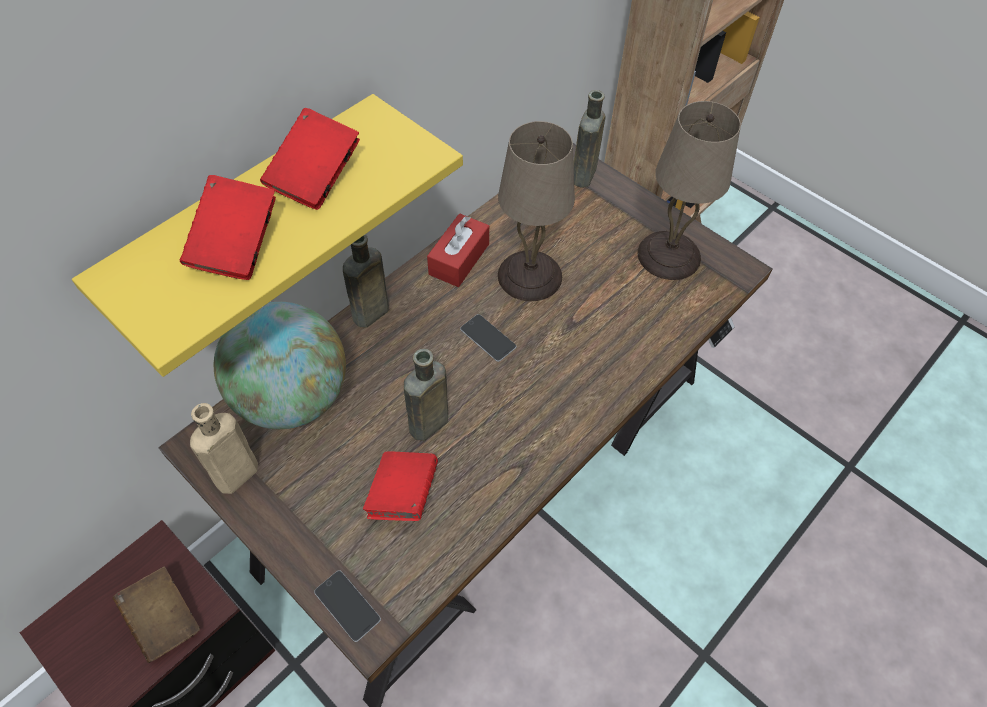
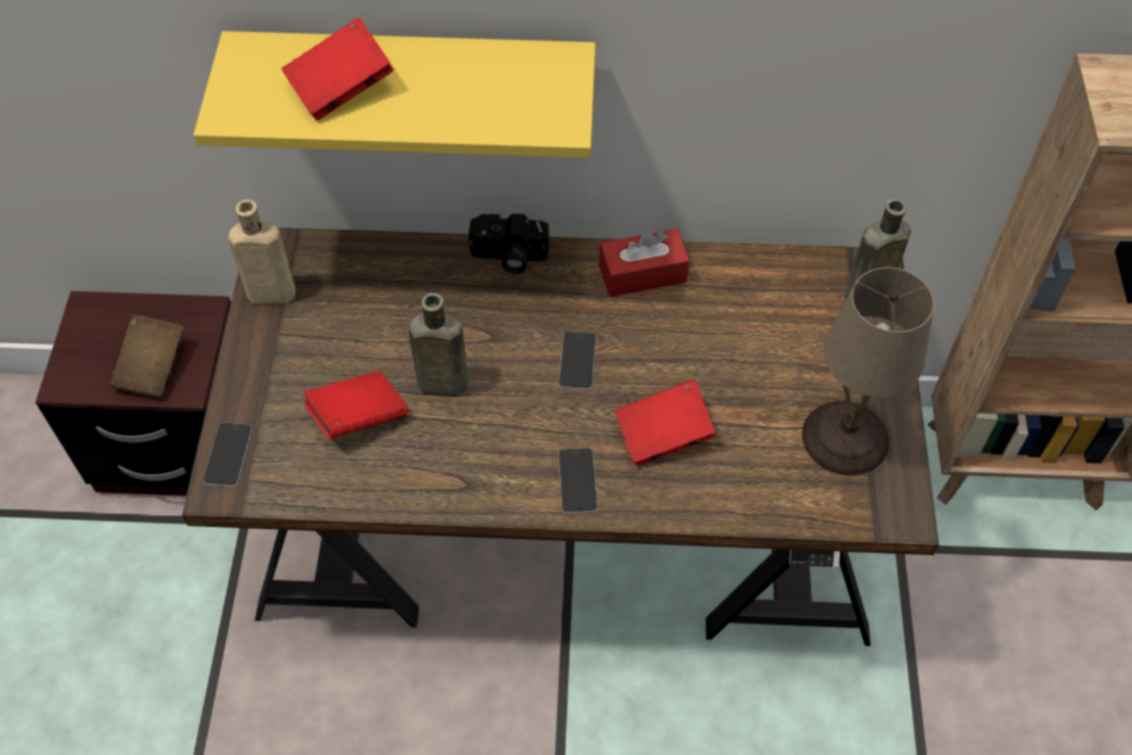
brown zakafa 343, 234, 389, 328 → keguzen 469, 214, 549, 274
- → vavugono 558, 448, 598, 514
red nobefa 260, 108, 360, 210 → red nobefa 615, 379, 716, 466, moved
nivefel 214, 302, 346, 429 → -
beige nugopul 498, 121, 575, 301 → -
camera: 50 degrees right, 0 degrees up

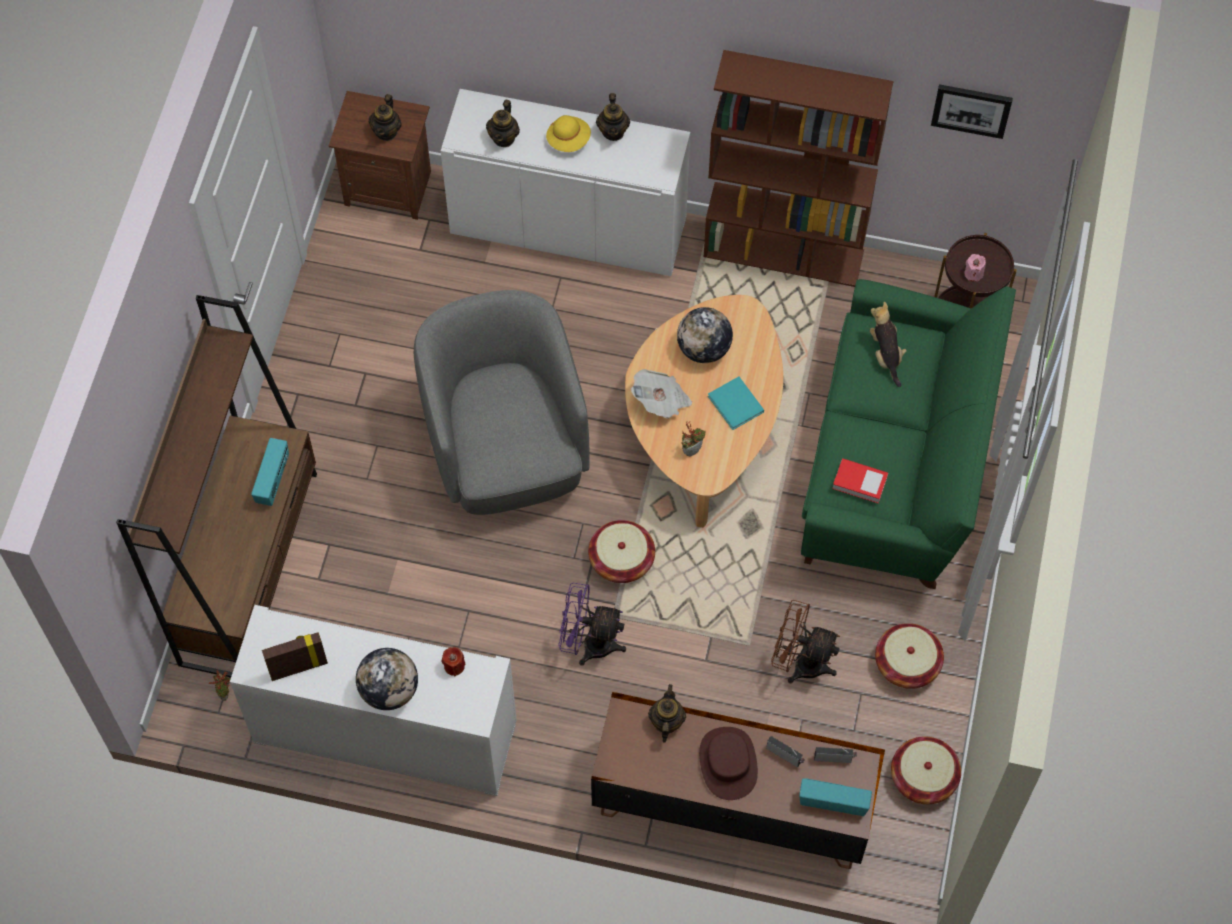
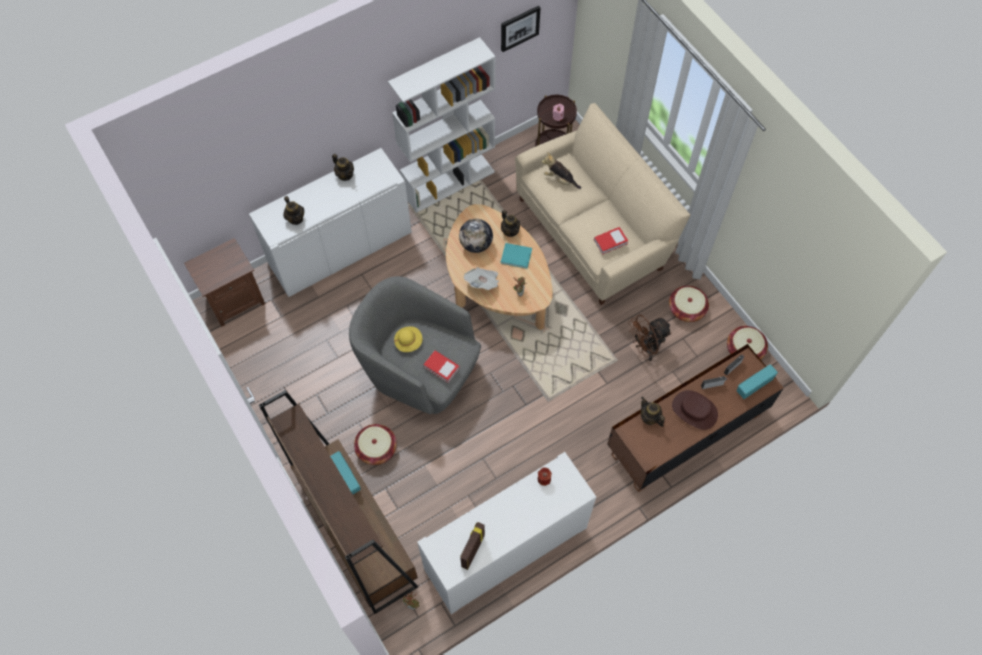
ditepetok 588, 520, 655, 583 → ditepetok 354, 424, 397, 465, moved
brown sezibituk 703, 50, 893, 287 → white sezibituk 388, 37, 496, 213
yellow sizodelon 546, 115, 591, 152 → yellow sizodelon 394, 326, 422, 352, moved
- → nobefa 423, 351, 460, 383
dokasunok 369, 94, 402, 141 → dokasunok 501, 210, 520, 237, moved
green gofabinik 801, 279, 1016, 589 → beige gofabinik 515, 103, 690, 305
nivefel 356, 648, 418, 710 → -
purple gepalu 558, 582, 626, 666 → -
camera: 45 degrees left, 0 degrees up

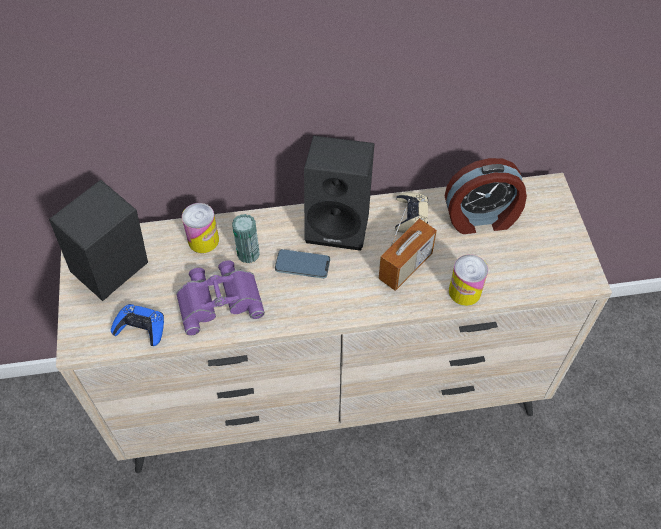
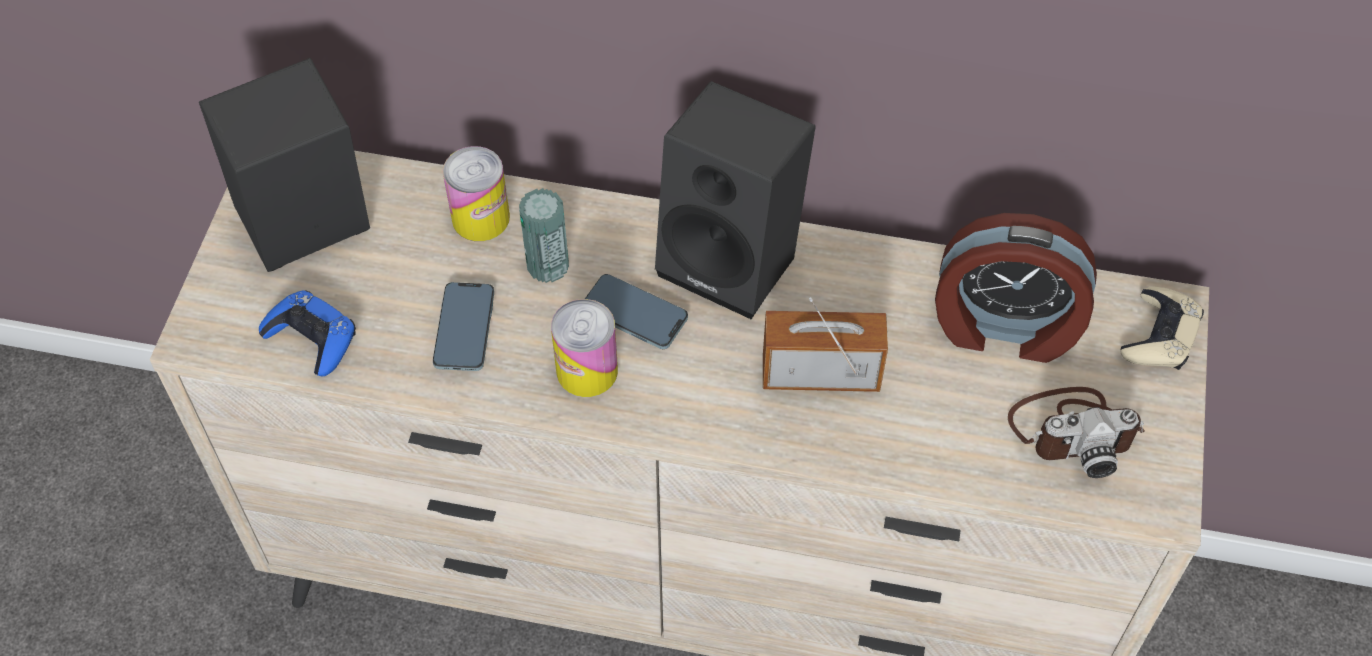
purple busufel 176, 260, 265, 335 → vavugono 433, 282, 494, 371
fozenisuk 449, 254, 488, 306 → fozenisuk 551, 299, 618, 397, moved
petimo 379, 199, 437, 291 → petimo 763, 297, 888, 392, 150 degrees counterclockwise
- → keguzen 1008, 387, 1145, 478
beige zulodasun 395, 192, 428, 233 → beige zulodasun 1120, 287, 1204, 370, moved
camera: 20 degrees right, 0 degrees up

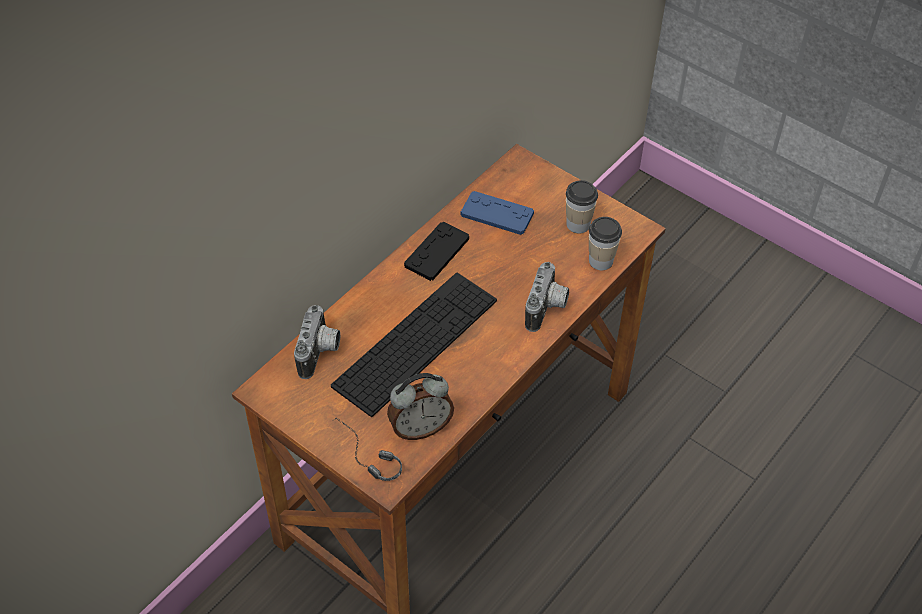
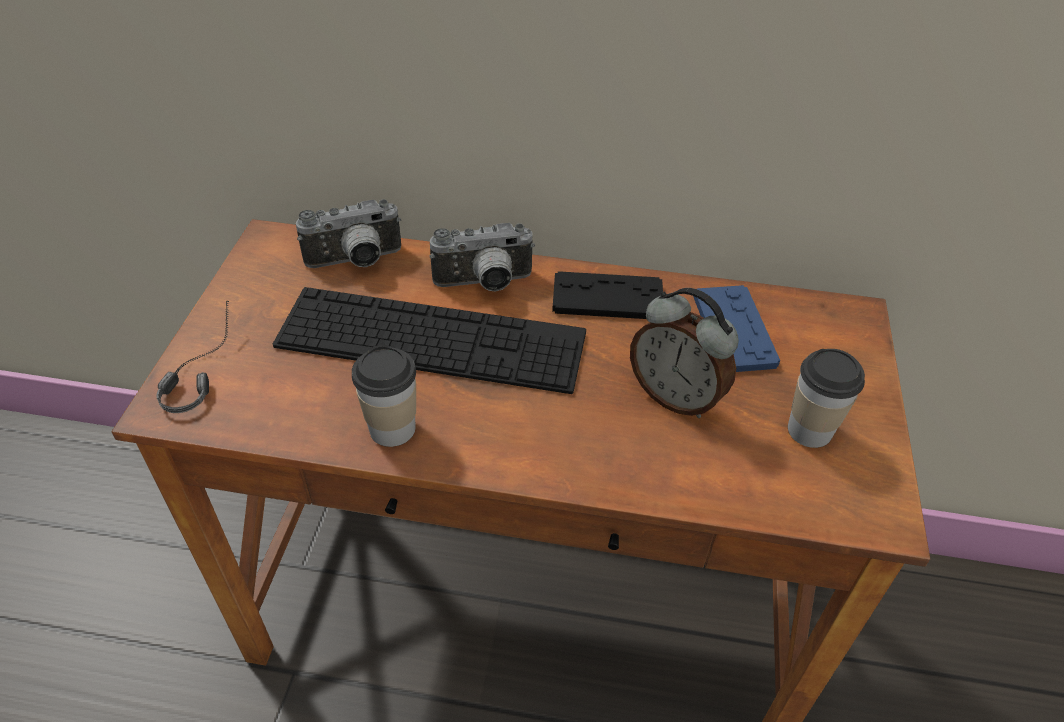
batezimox 589, 217, 622, 270 → batezimox 352, 345, 416, 447, moved
keguzen 525, 262, 569, 332 → keguzen 430, 223, 535, 292, moved
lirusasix 387, 373, 454, 440 → lirusasix 630, 288, 739, 418, moved
camera: 60 degrees right, 5 degrees down

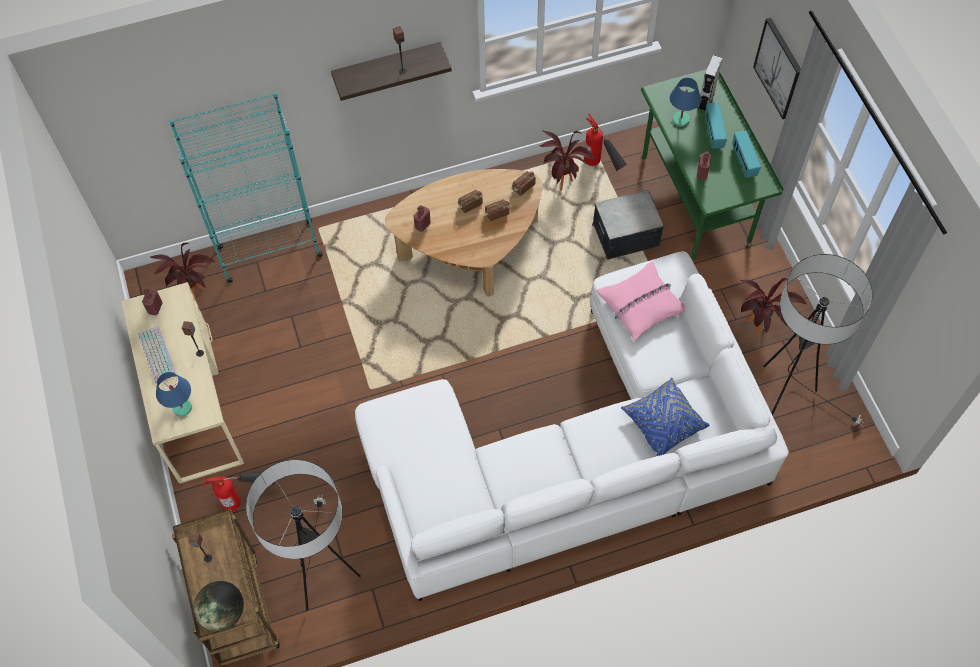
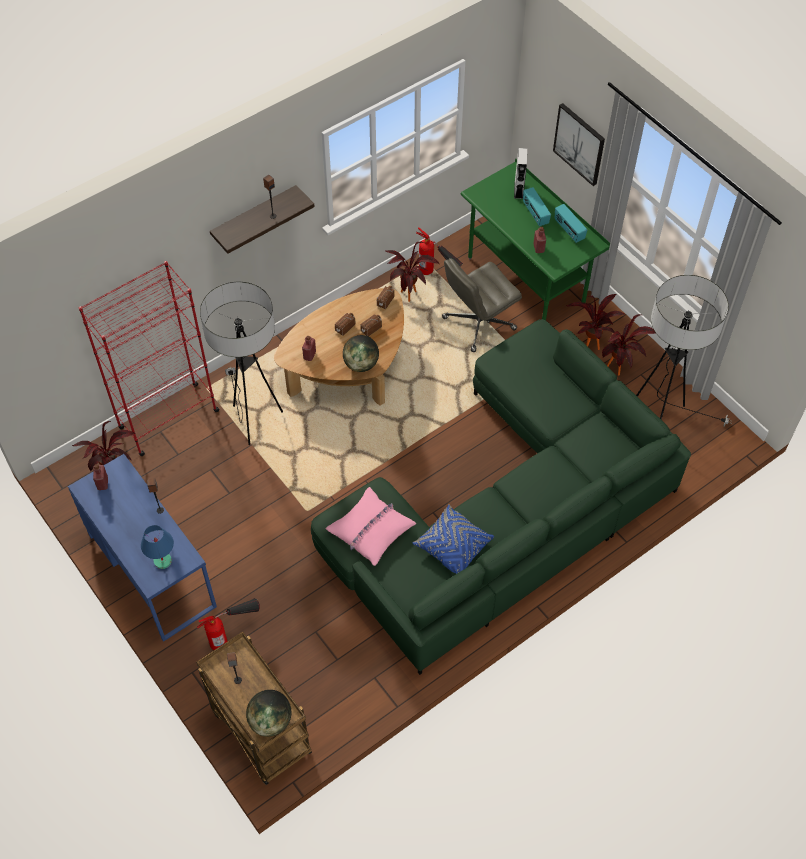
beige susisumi 121, 282, 244, 484 → blue susisumi 68, 454, 217, 642
turquoise sezibituk 169, 92, 323, 283 → red sezibituk 79, 261, 220, 456
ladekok 246, 459, 361, 610 → ladekok 200, 282, 283, 445, moved
white gofabinik 355, 251, 789, 601 → green gofabinik 311, 319, 691, 675
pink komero 596, 261, 685, 341 → pink komero 326, 487, 416, 566, moved
- → nivefel 343, 335, 379, 372
blue komero 621, 378, 709, 456 → blue komero 413, 504, 494, 574, moved
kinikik 592, 190, 664, 260 → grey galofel 442, 258, 522, 352
- → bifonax 565, 294, 625, 350
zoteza 138, 326, 176, 383 → -
blue nugopul 670, 78, 701, 127 → -
camera: 20 degrees left, 5 degrees down

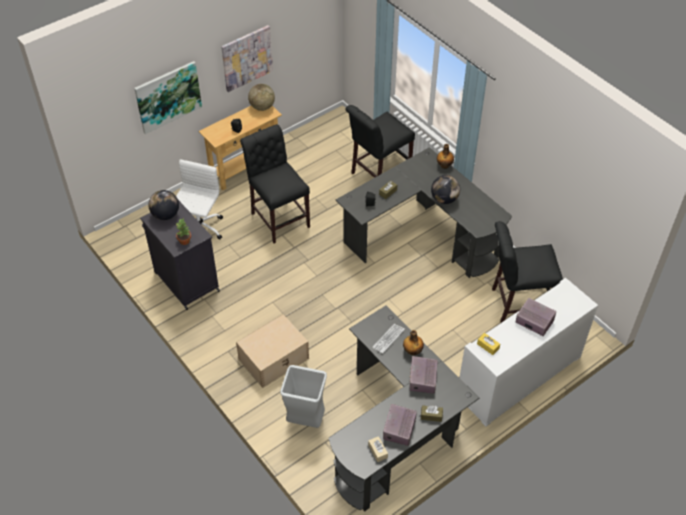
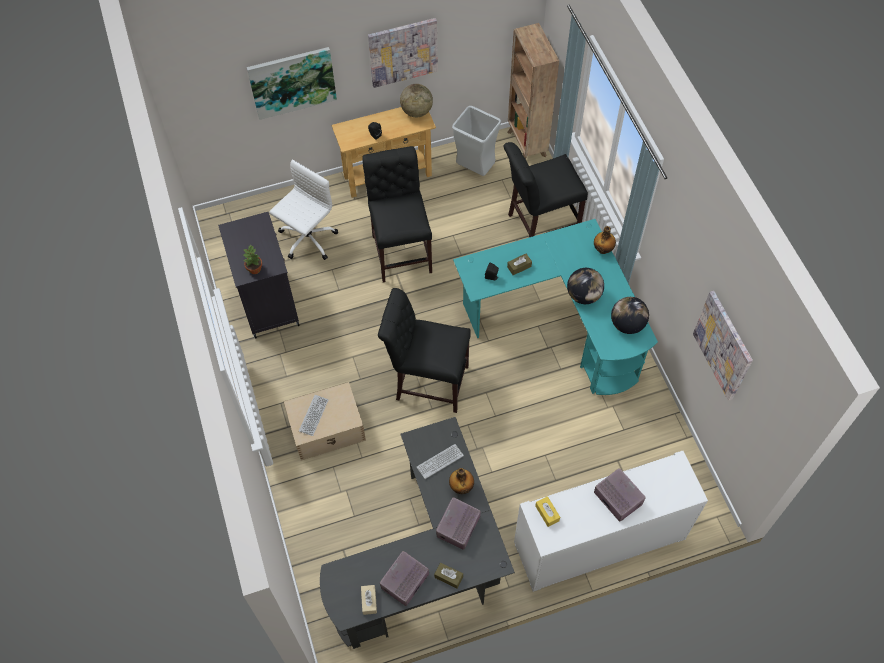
- → zoteza 299, 395, 329, 436
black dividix 492, 221, 563, 323 → black dividix 378, 288, 471, 413, moved
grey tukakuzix 280, 365, 327, 428 → grey tukakuzix 452, 106, 501, 176, moved
black susisumi 335, 147, 512, 278 → turquoise susisumi 453, 219, 658, 395
- → brown sezibituk 507, 23, 559, 159
nivefel 148, 190, 179, 220 → nivefel 611, 297, 649, 334, moved
- → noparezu 693, 291, 753, 401
camera: 20 degrees right, 10 degrees up

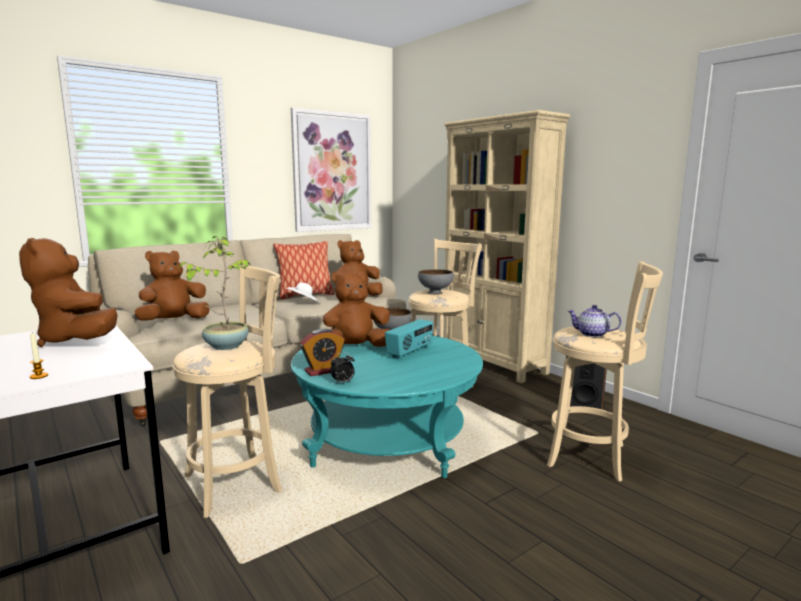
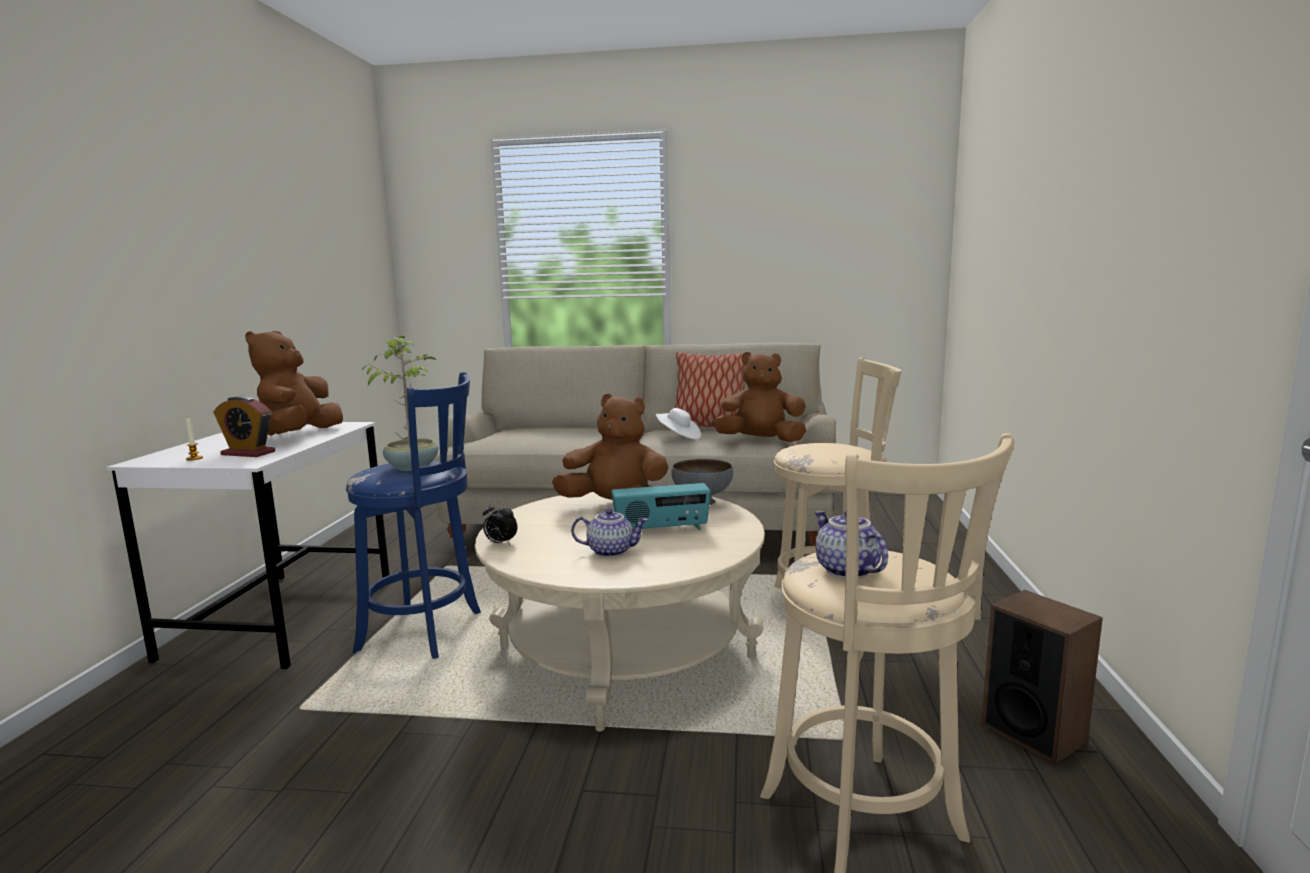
lirusasix 300, 329, 345, 376 → lirusasix 213, 395, 275, 457, moved
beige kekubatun 172, 264, 282, 518 → blue kekubatun 346, 372, 481, 659
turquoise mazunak 291, 335, 483, 478 → beige mazunak 475, 492, 765, 732
- → dokasunok 571, 508, 648, 557
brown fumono 134, 251, 210, 321 → -
noparezu 291, 108, 371, 232 → -
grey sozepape 418, 269, 454, 295 → -
beige sezibituk 444, 110, 570, 383 → -
camera: 45 degrees right, 0 degrees up

